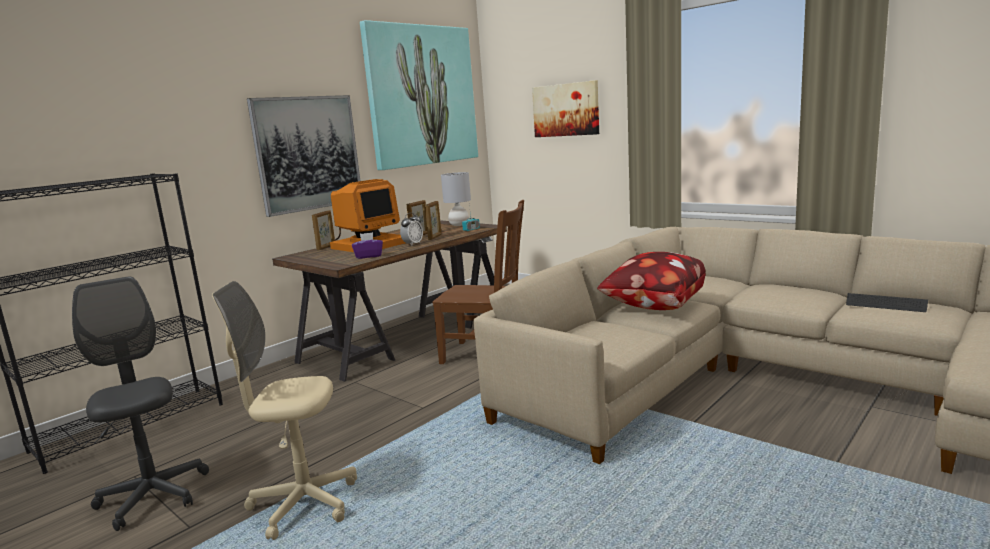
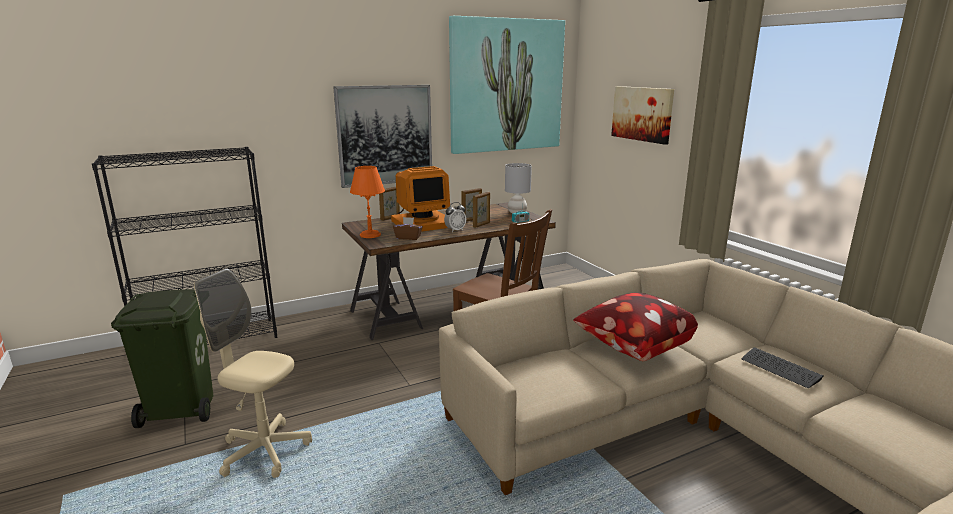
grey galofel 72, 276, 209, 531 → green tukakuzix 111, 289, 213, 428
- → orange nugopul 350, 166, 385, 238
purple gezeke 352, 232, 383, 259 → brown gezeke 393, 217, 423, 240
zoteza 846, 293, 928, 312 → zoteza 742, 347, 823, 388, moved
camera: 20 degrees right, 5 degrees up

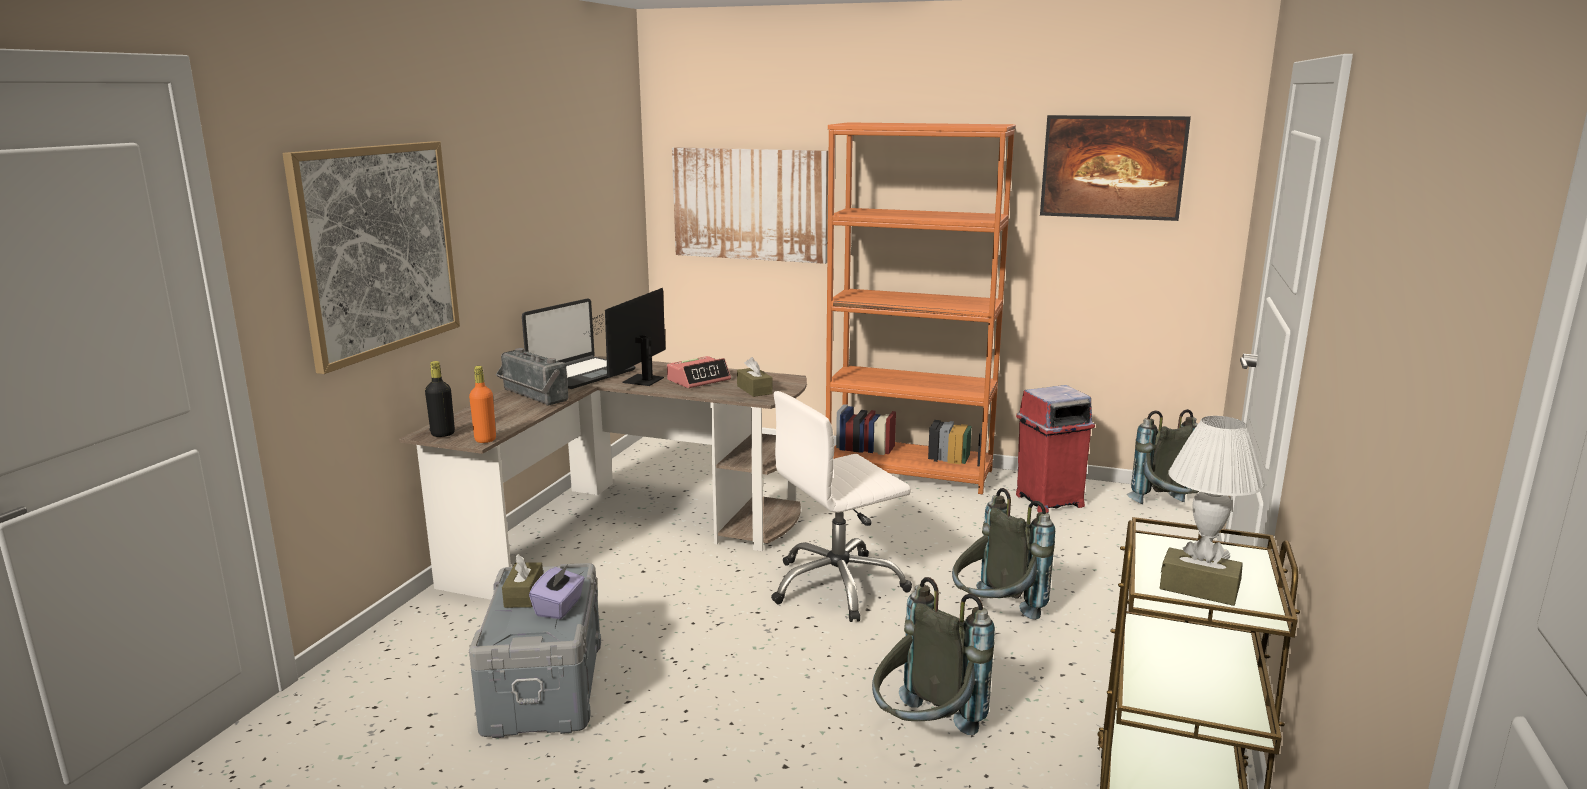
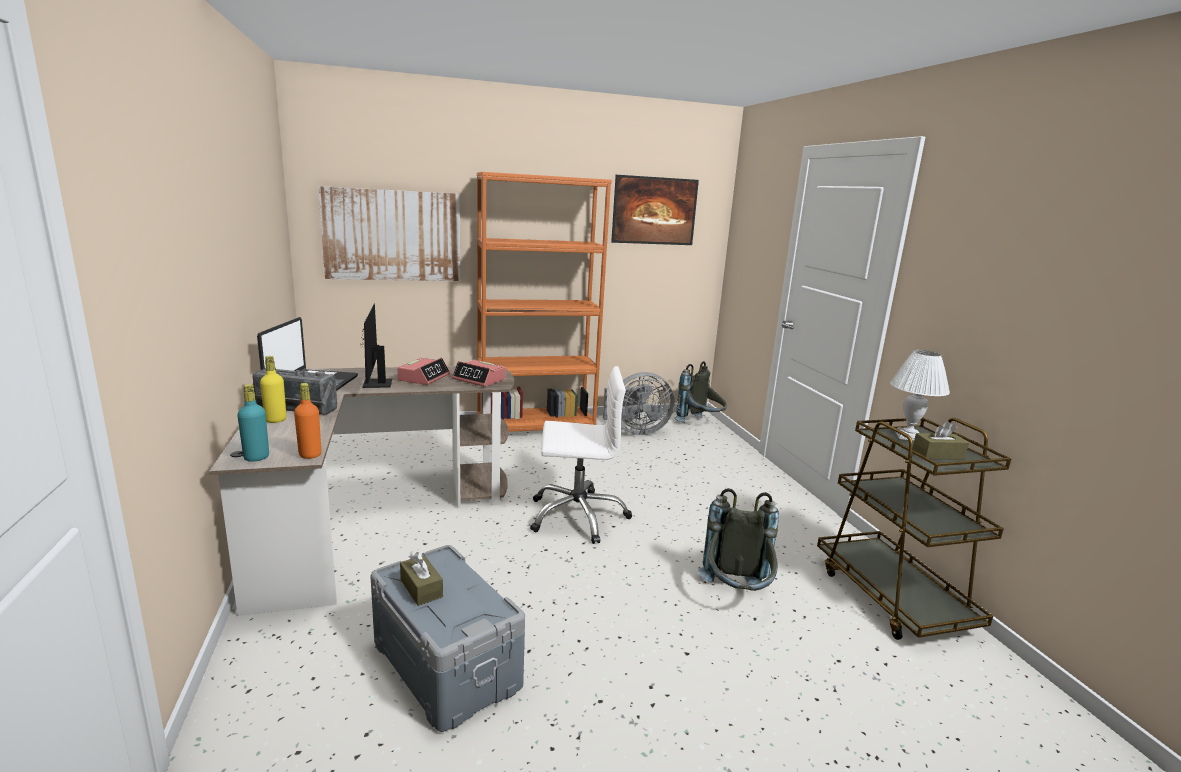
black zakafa 425, 361, 455, 437 → turquoise zakafa 237, 384, 269, 462
- → yellow zakafa 260, 356, 286, 423
brown gezeke 737, 357, 772, 397 → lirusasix 452, 360, 506, 387
white galofel 771, 391, 912, 622 → white galofel 530, 366, 632, 544, 120 degrees counterclockwise
red tukakuzix 1016, 385, 1095, 513 → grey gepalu 603, 372, 675, 435
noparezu 283, 141, 460, 374 → -
purple gezeke 529, 565, 585, 619 → -
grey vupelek 952, 488, 1055, 620 → -
camera: 35 degrees left, 0 degrees up

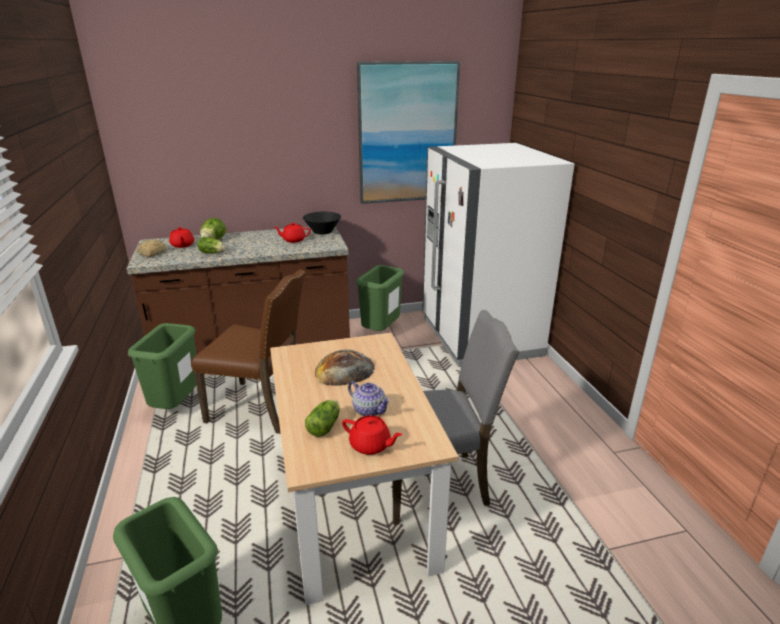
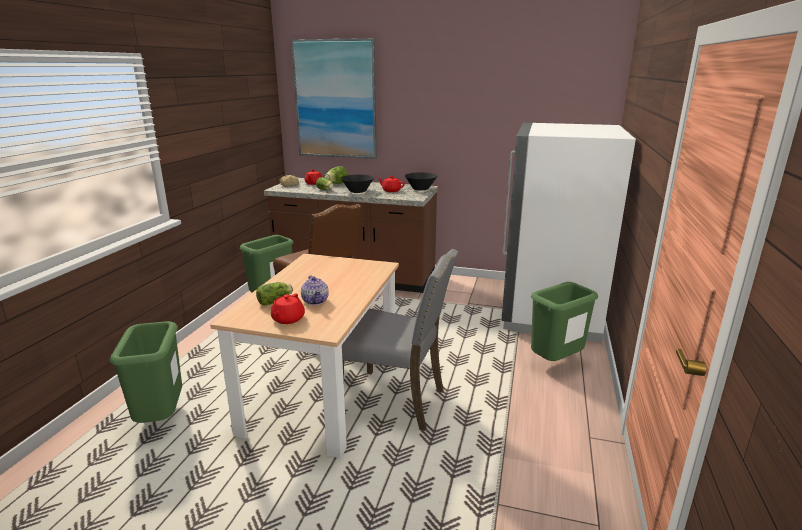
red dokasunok 342, 415, 403, 455 → red dokasunok 271, 293, 305, 324, 45 degrees clockwise
noparezu 357, 61, 460, 204 → noparezu 291, 38, 377, 159, moved
- → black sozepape 341, 175, 374, 193
green tukakuzix 356, 265, 404, 331 → green tukakuzix 531, 282, 598, 361, moved
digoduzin 315, 350, 375, 386 → -
camera: 30 degrees right, 5 degrees down

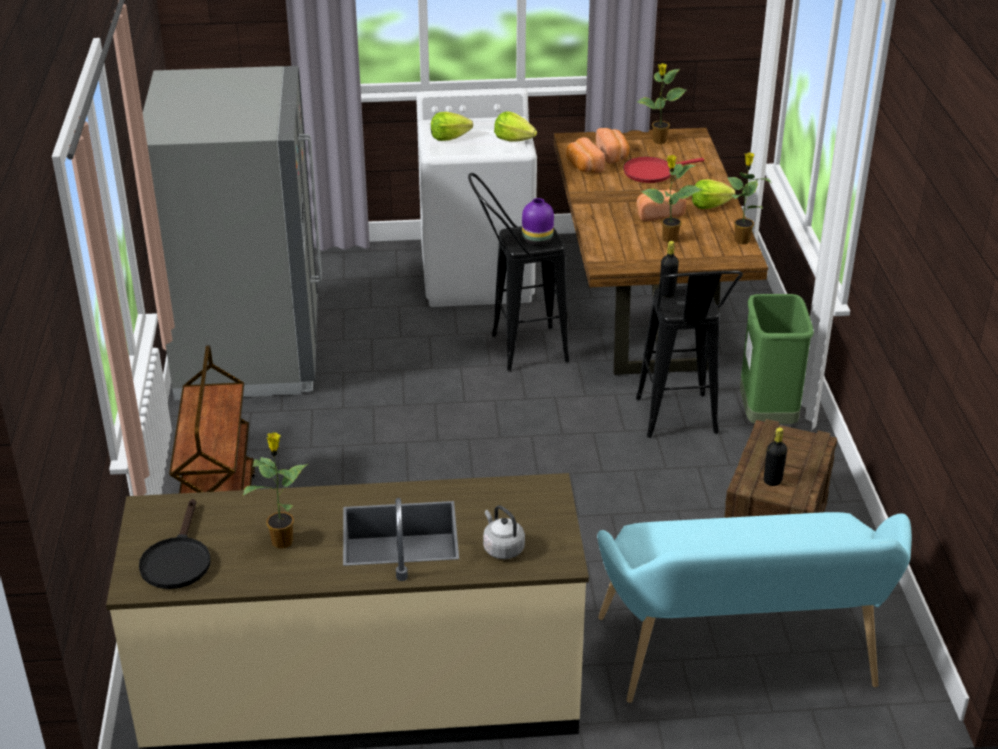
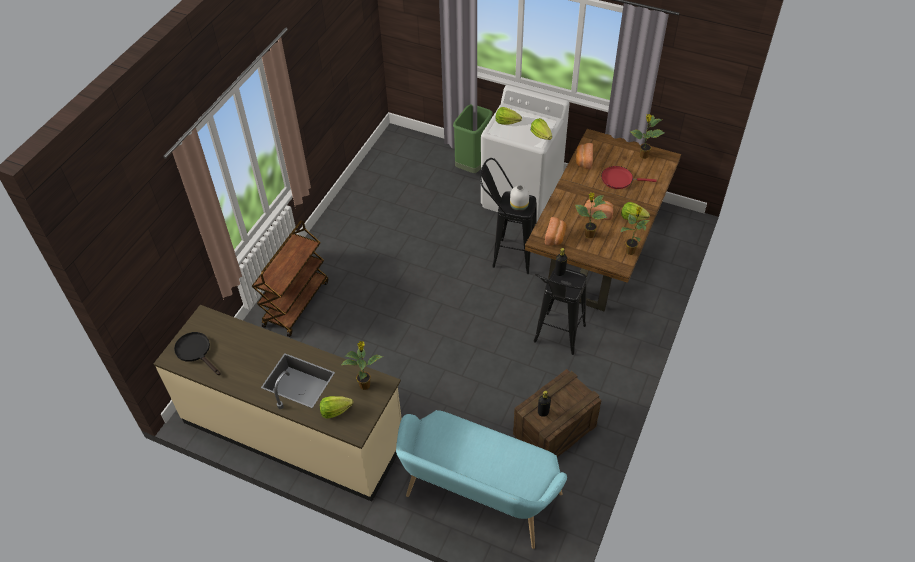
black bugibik 139, 499, 211, 589 → black bugibik 174, 332, 221, 375, 105 degrees clockwise
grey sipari 483, 505, 525, 559 → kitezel 320, 396, 353, 419
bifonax 243, 432, 308, 549 → bifonax 341, 341, 383, 390, moved
green tukakuzix 740, 294, 814, 424 → green tukakuzix 453, 104, 493, 173, moved
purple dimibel 522, 198, 554, 245 → white dimibel 510, 185, 529, 212
digoduzin 596, 128, 629, 163 → digoduzin 545, 217, 566, 245, moved
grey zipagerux 143, 66, 322, 400 → -
camera: 30 degrees right, 15 degrees up

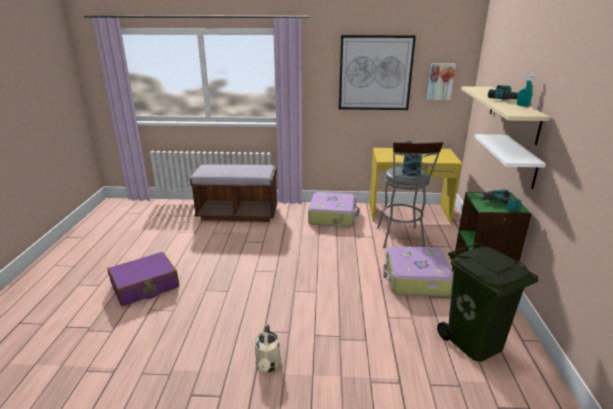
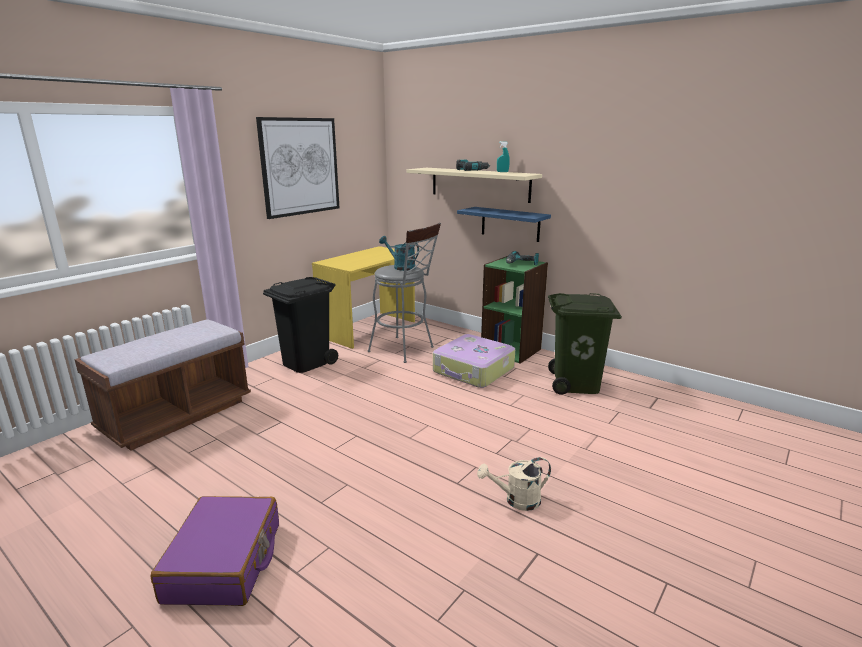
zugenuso 308, 192, 360, 227 → black tukakuzix 263, 277, 338, 373
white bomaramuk 474, 134, 546, 189 → blue bomaramuk 457, 207, 551, 242
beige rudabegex 254, 324, 281, 372 → beige rudabegex 477, 457, 551, 511, 135 degrees clockwise
noparezu 427, 63, 456, 100 → -
camera: 55 degrees left, 5 degrees down

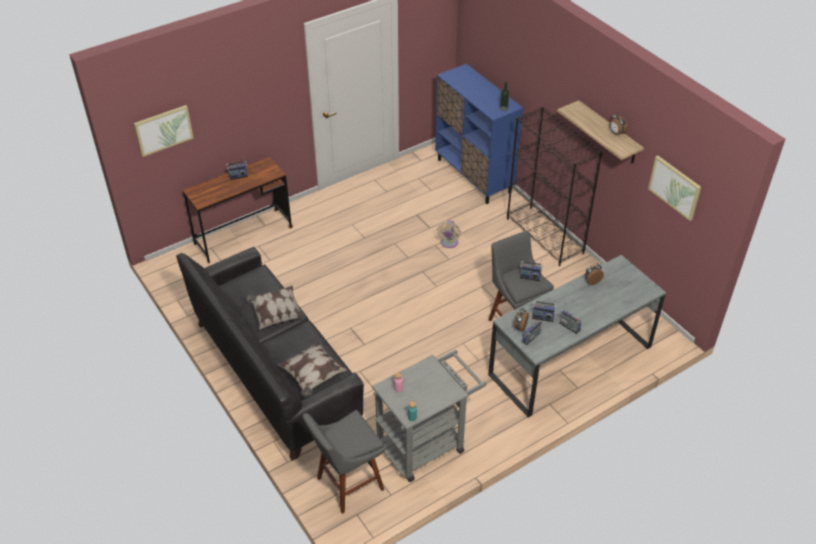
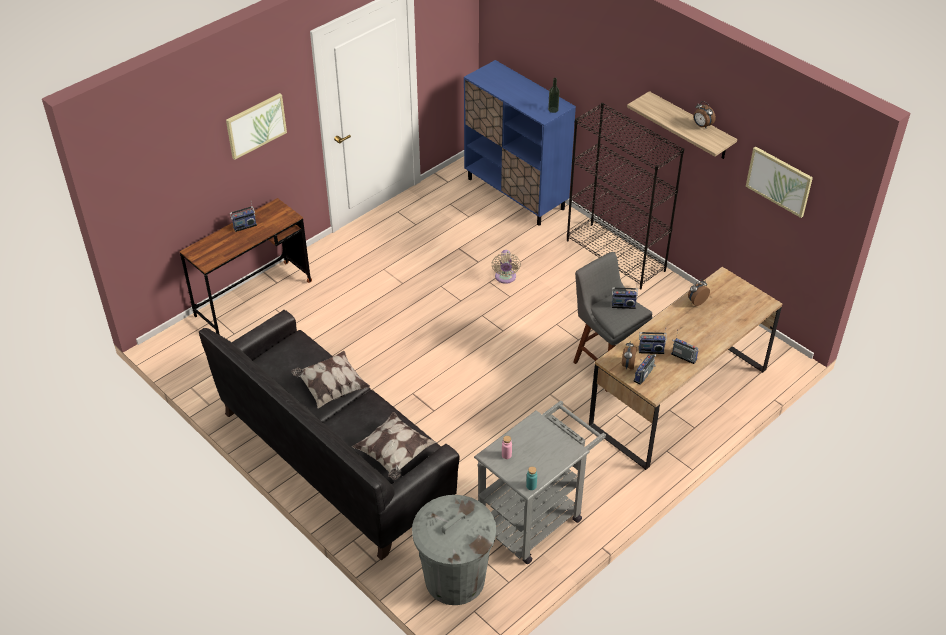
noparezu 134, 105, 194, 157 → noparezu 226, 93, 287, 160, moved
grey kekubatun 302, 410, 385, 514 → grey tukakuzix 412, 495, 496, 605
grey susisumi 488, 255, 666, 418 → brown susisumi 589, 267, 782, 470
camera: 10 degrees left, 0 degrees up

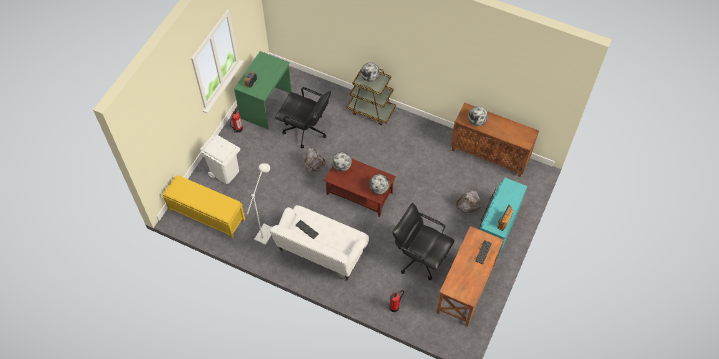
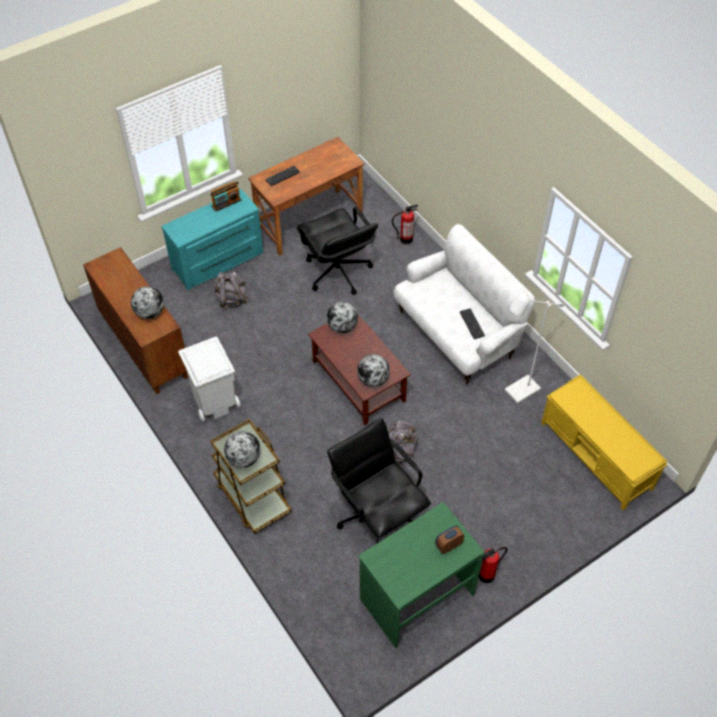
white tukakuzix 200, 133, 240, 184 → white tukakuzix 178, 337, 241, 422, moved
camera: 150 degrees left, 5 degrees down

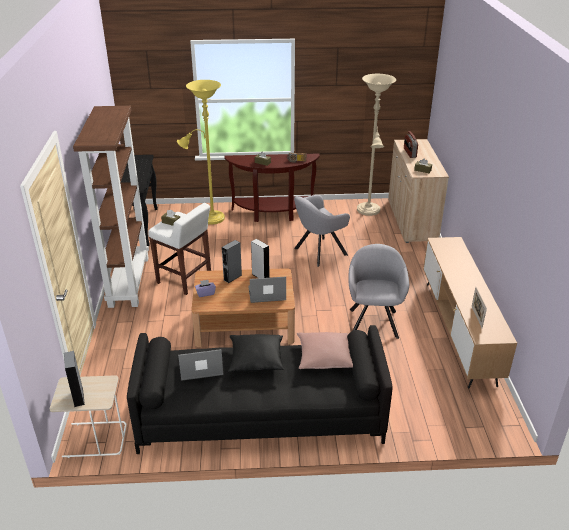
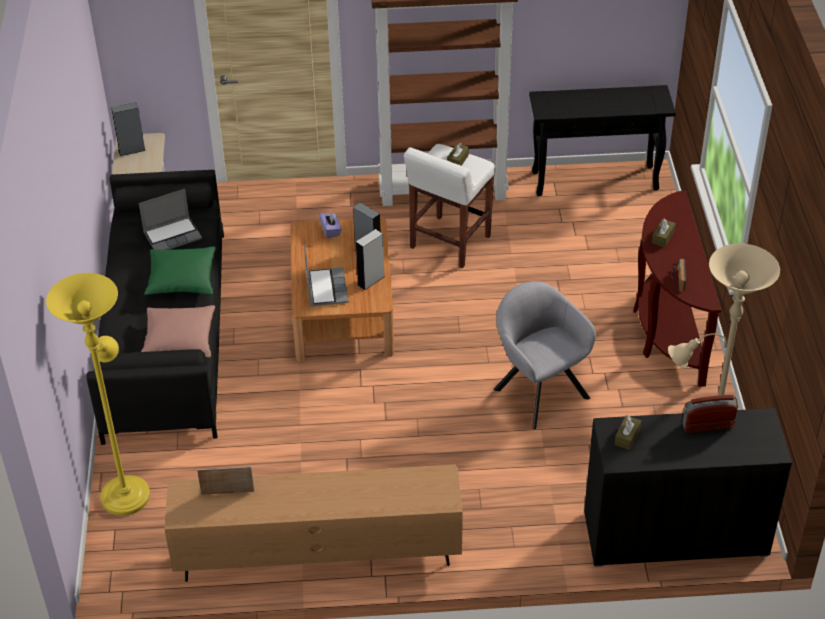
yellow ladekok 177, 80, 225, 224 → yellow ladekok 46, 273, 150, 516, moved
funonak 178, 349, 223, 380 → funonak 139, 189, 202, 250, 75 degrees clockwise
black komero 228, 334, 285, 372 → green komero 144, 246, 216, 295
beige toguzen 388, 139, 449, 243 → black toguzen 584, 408, 792, 567
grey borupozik 348, 244, 409, 339 → -
camera: 90 degrees right, 10 degrees up

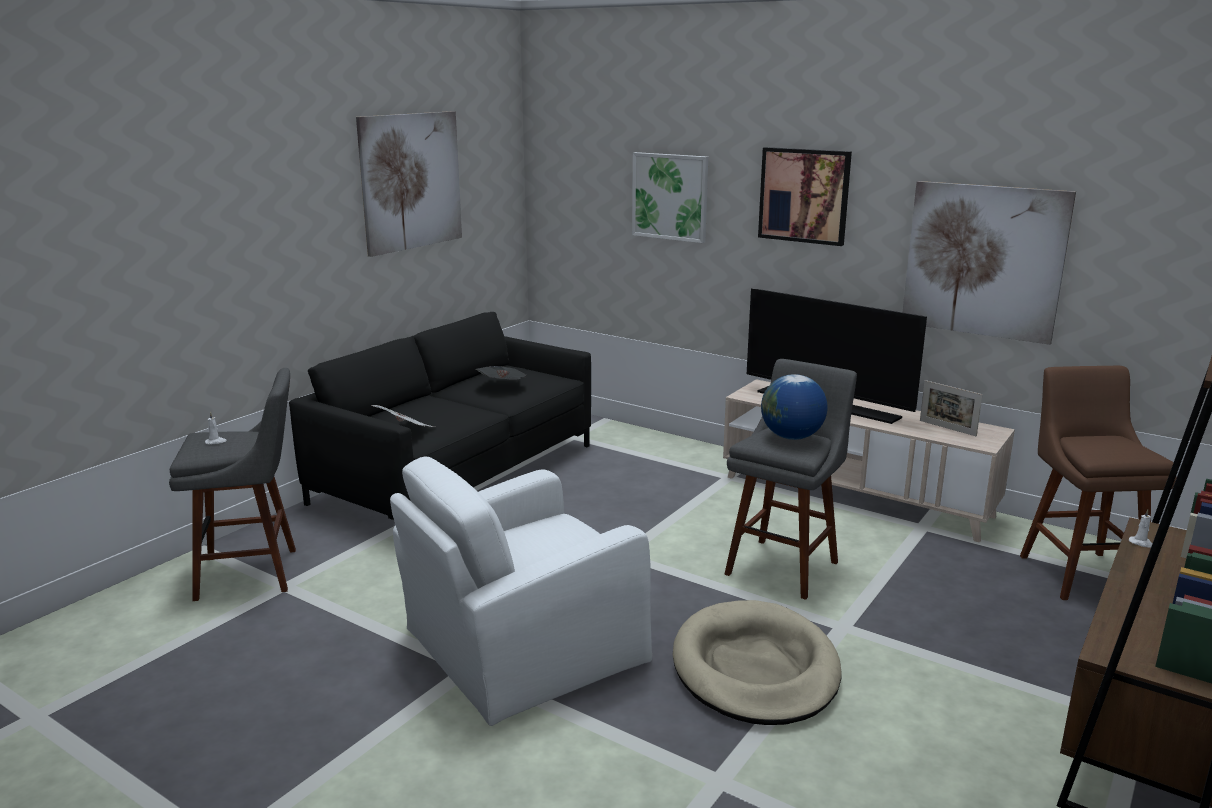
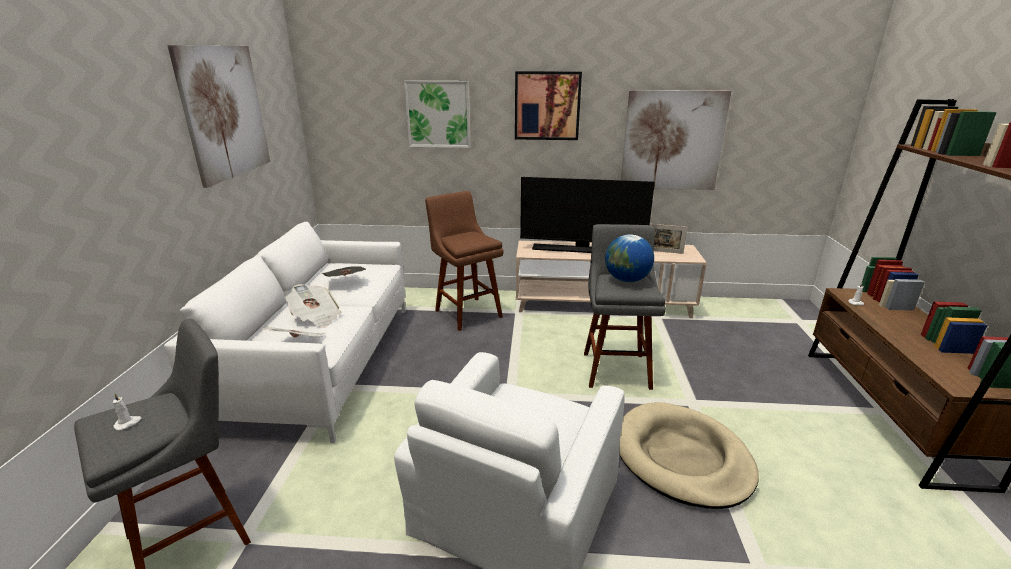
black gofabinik 289, 312, 591, 520 → white gofabinik 164, 222, 406, 443
- → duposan 285, 284, 342, 328
brown kekubatun 1020, 366, 1177, 600 → brown kekubatun 425, 191, 504, 331, moved
camera: 30 degrees left, 5 degrees up

